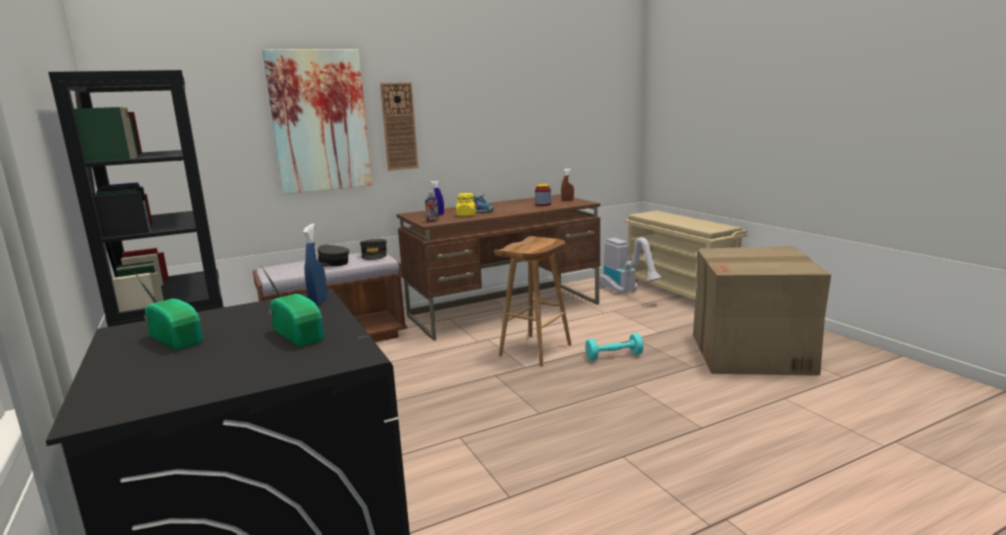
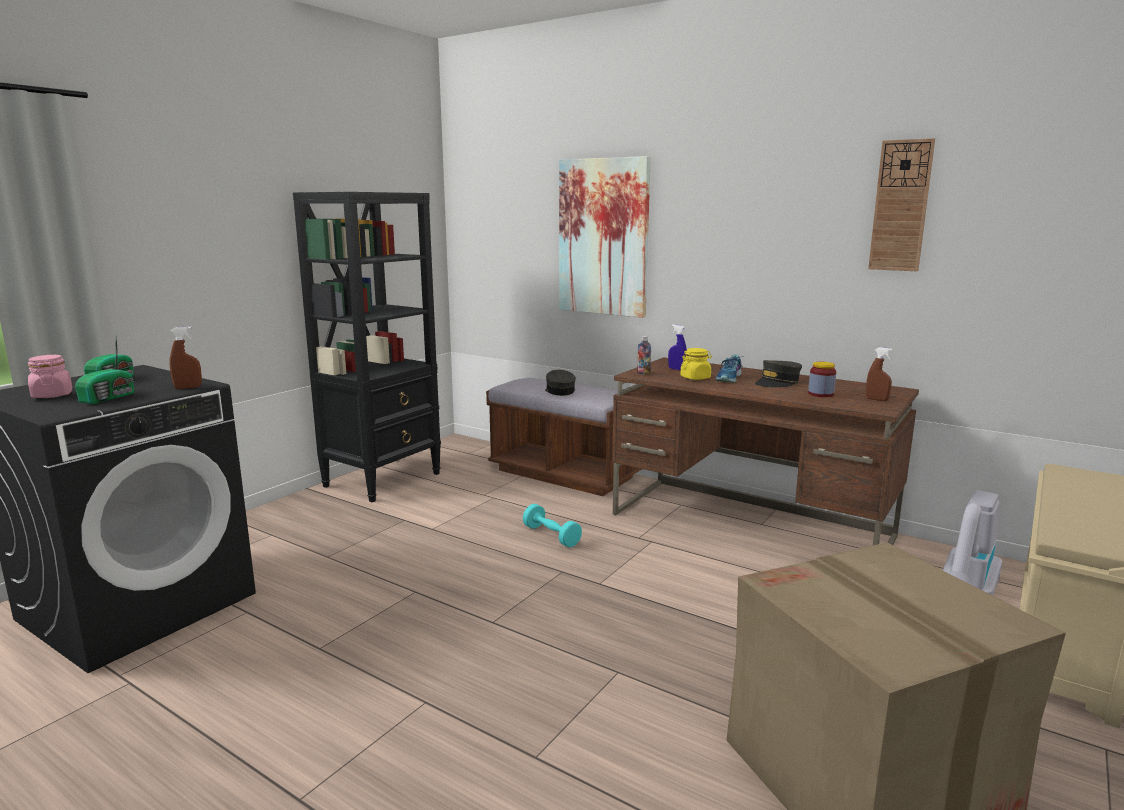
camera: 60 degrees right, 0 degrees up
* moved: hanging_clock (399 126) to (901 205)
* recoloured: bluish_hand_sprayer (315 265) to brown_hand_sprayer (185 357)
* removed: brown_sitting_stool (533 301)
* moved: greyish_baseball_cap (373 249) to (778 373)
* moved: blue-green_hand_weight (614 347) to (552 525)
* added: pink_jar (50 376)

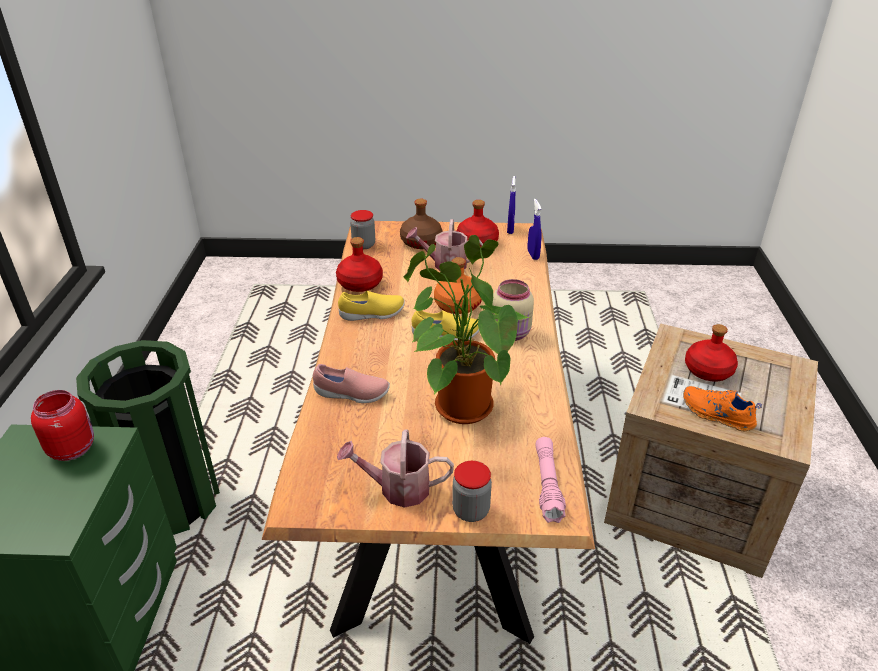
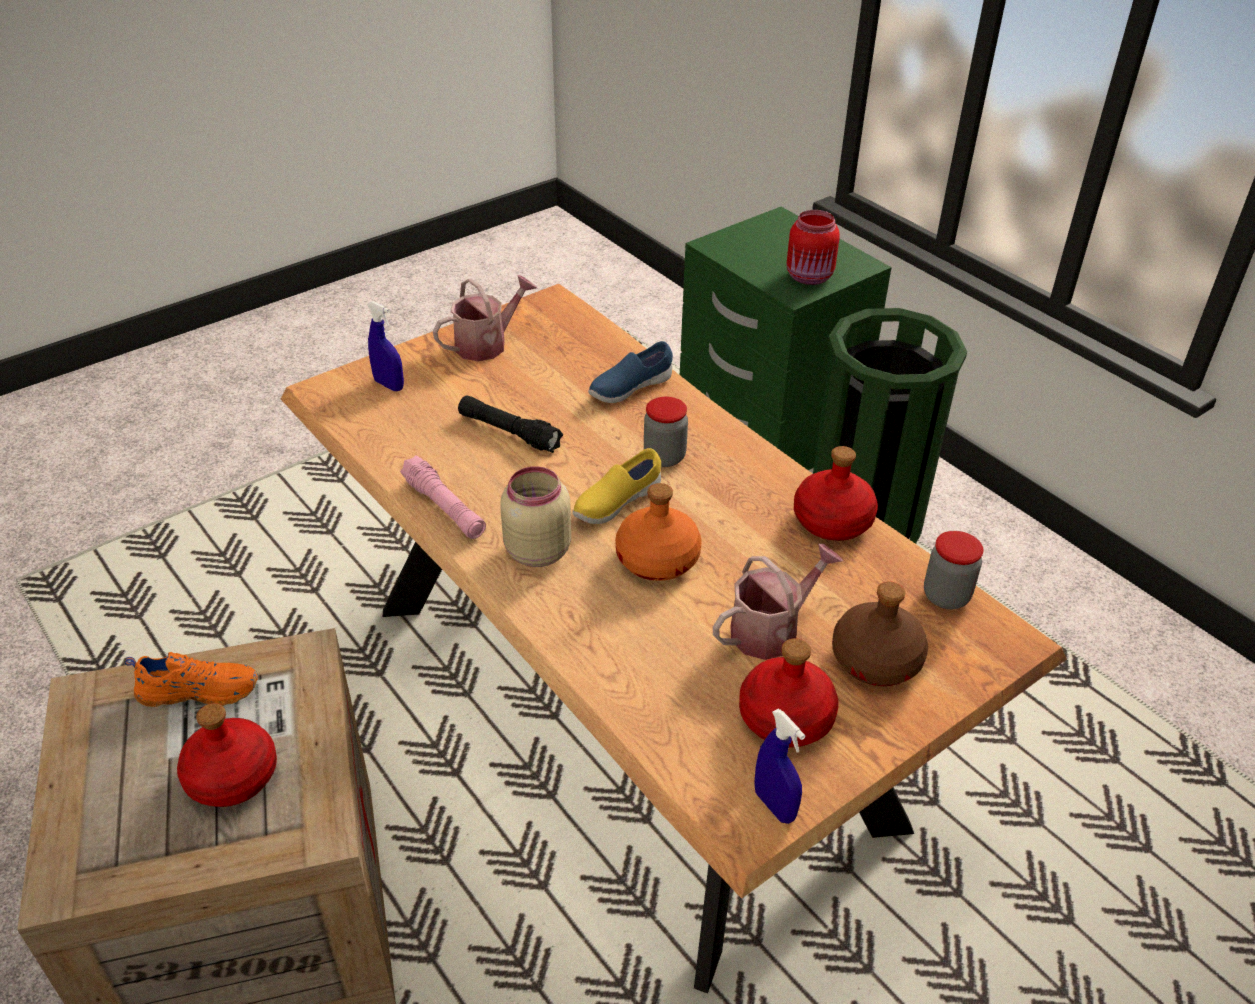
camera: 140 degrees right, 5 degrees up
* moved: bluish_hand_sprayer (535 229) to (385 346)
* replaced: potted_plant (466 329) to black-coloured_hand_torch (510 424)
* removed: yellow_low_shoe (371 306)
* recoloured: pink_low_shoe (351 383) to bluish_low_shoe (630 372)
* moved: pink_hand_torch (550 480) to (443 497)
* moved: jar (472 491) to (666 432)

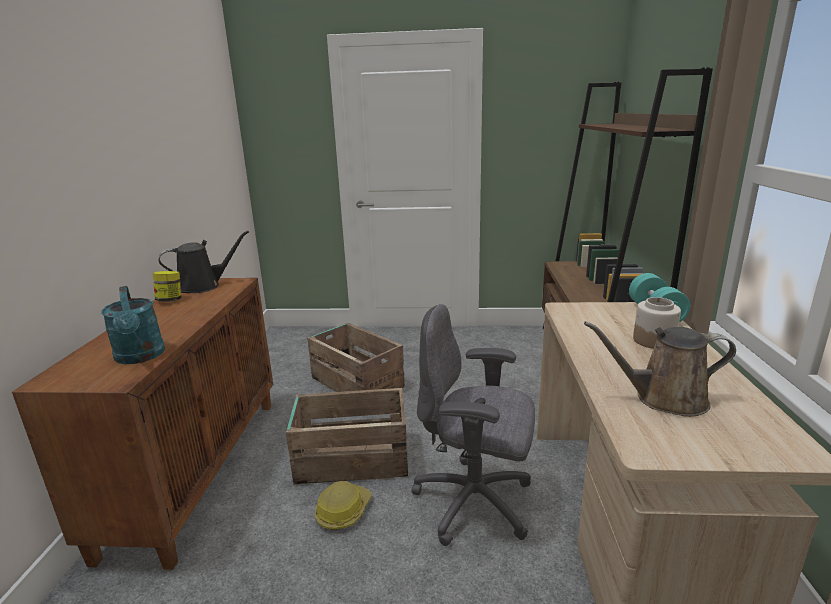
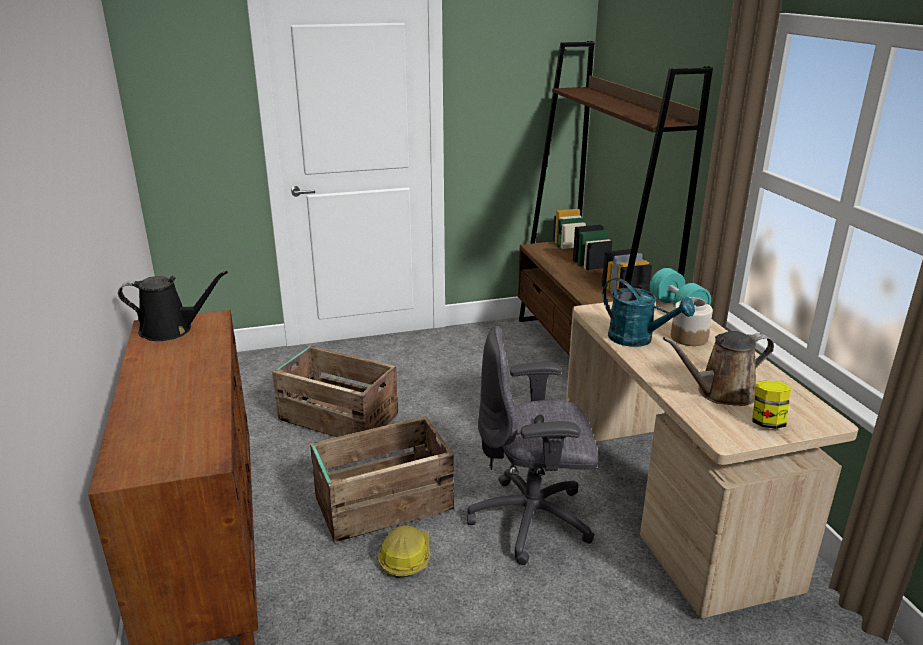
camera: 20 degrees left, 5 degrees up
* turned: black-coloured_sprinkling_can (204 262) = (173 306) 45 degrees clockwise
* moved: jar (167 286) to (771 404)
* moved: blue-green_sprinkling_can (133 325) to (649 312)

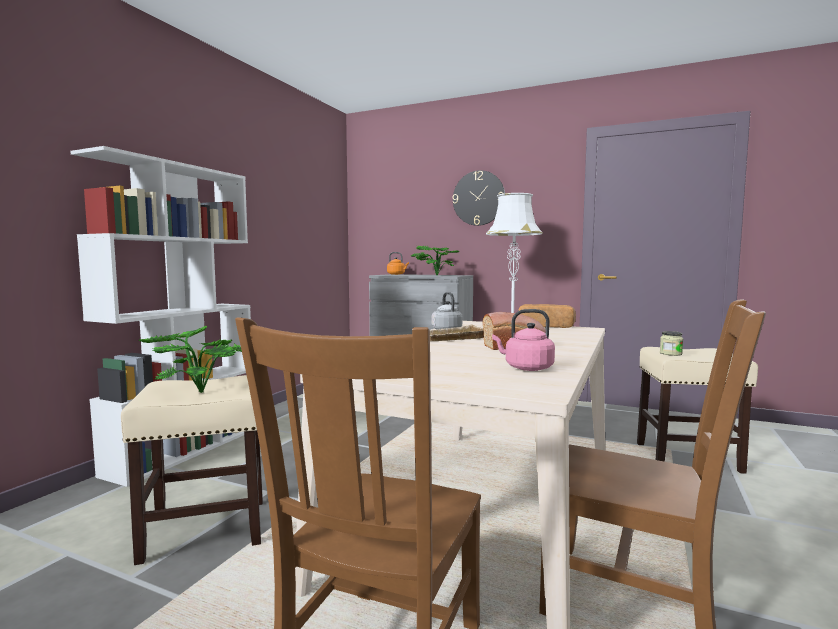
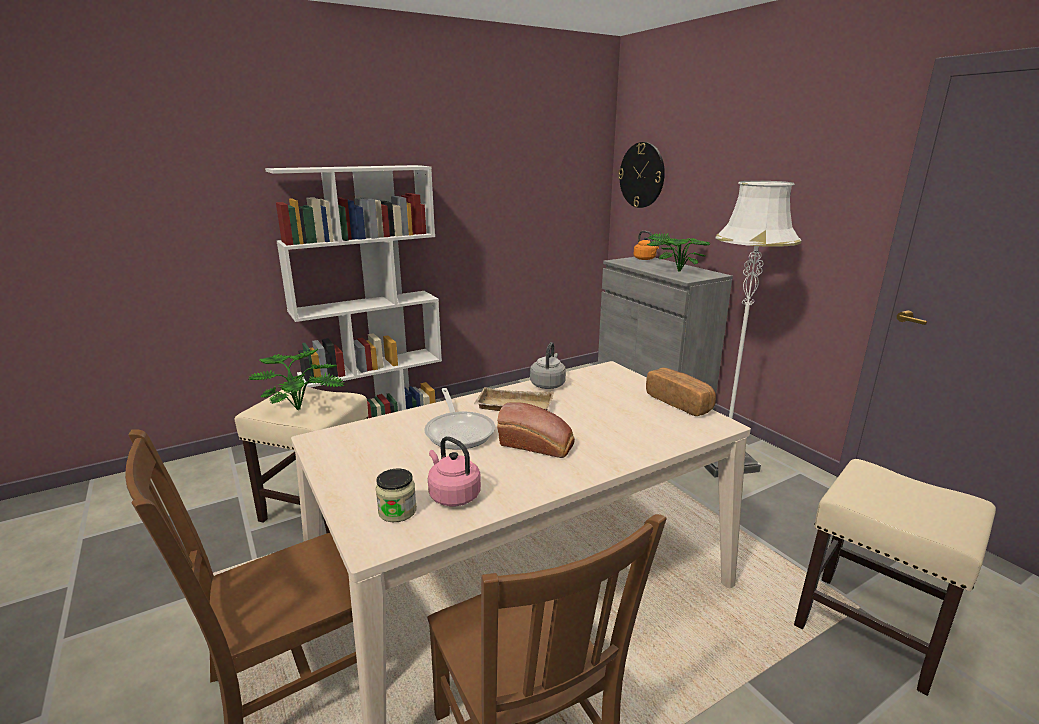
camera: 35 degrees right, 15 degrees up
* moved: hanging_clock (479 198) to (641 175)
* moved: jar (671 343) to (396 495)
* added: pan (459 419)

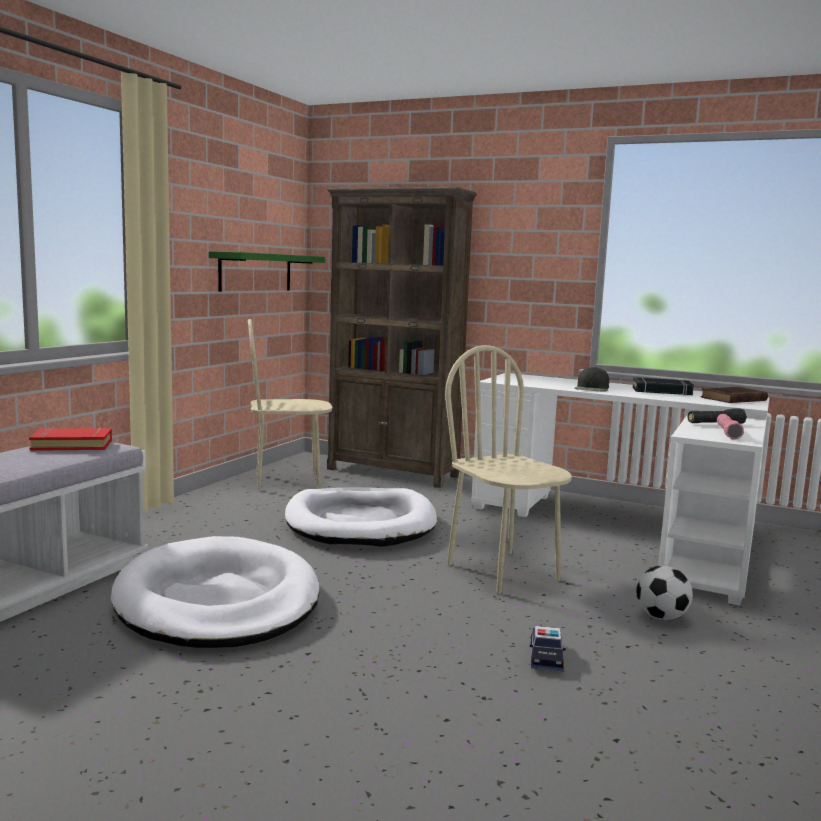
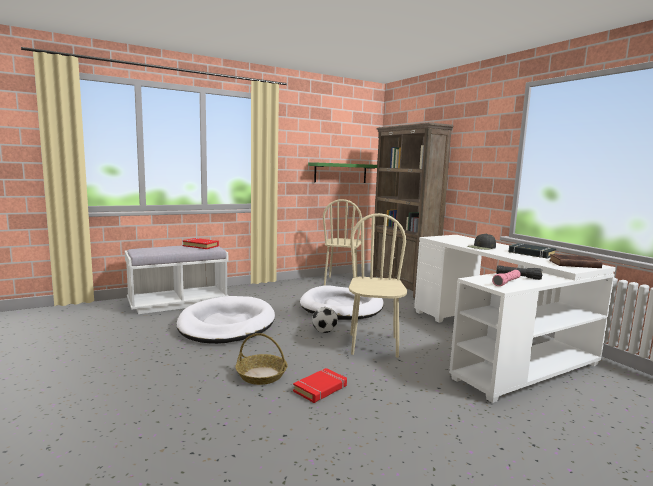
camera: 35 degrees right, 0 degrees up
* turned: beige-coloured_plain_chair (290 405) = (342 242) 105 degrees counterclockwise
* moved: football (665 593) to (325 320)
* replaced: toy_car (548 649) to red_volume (320 385)
* added: storage_basket (261 359)

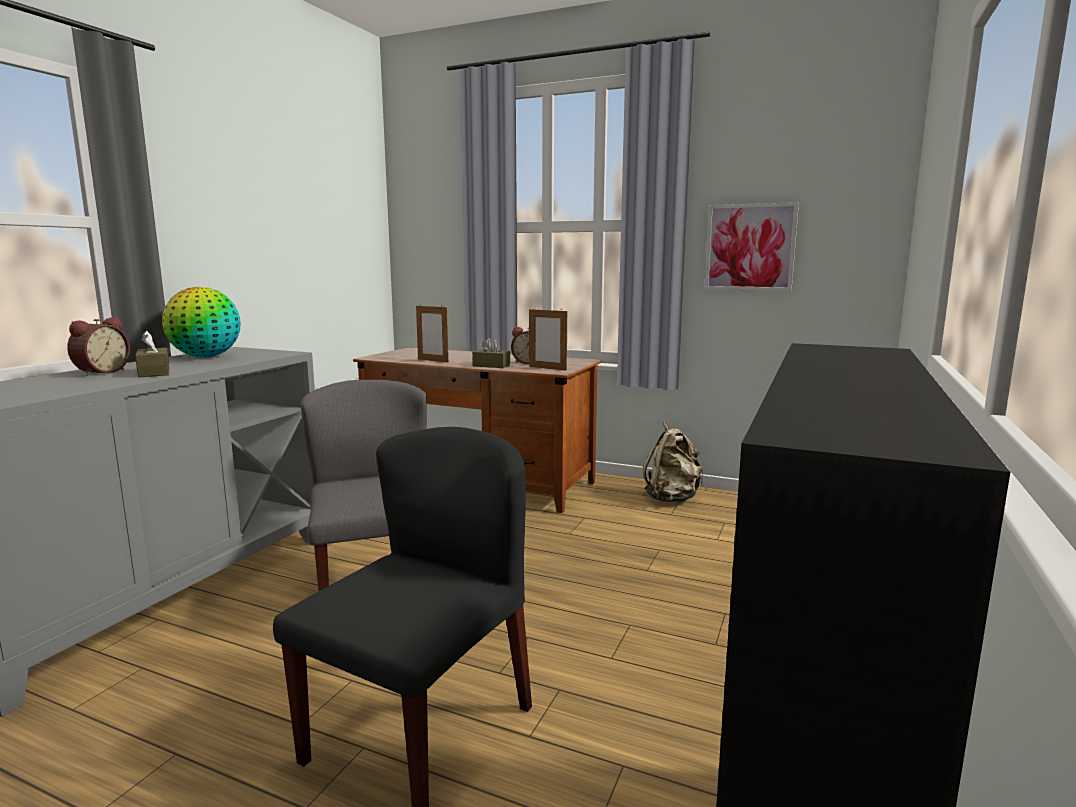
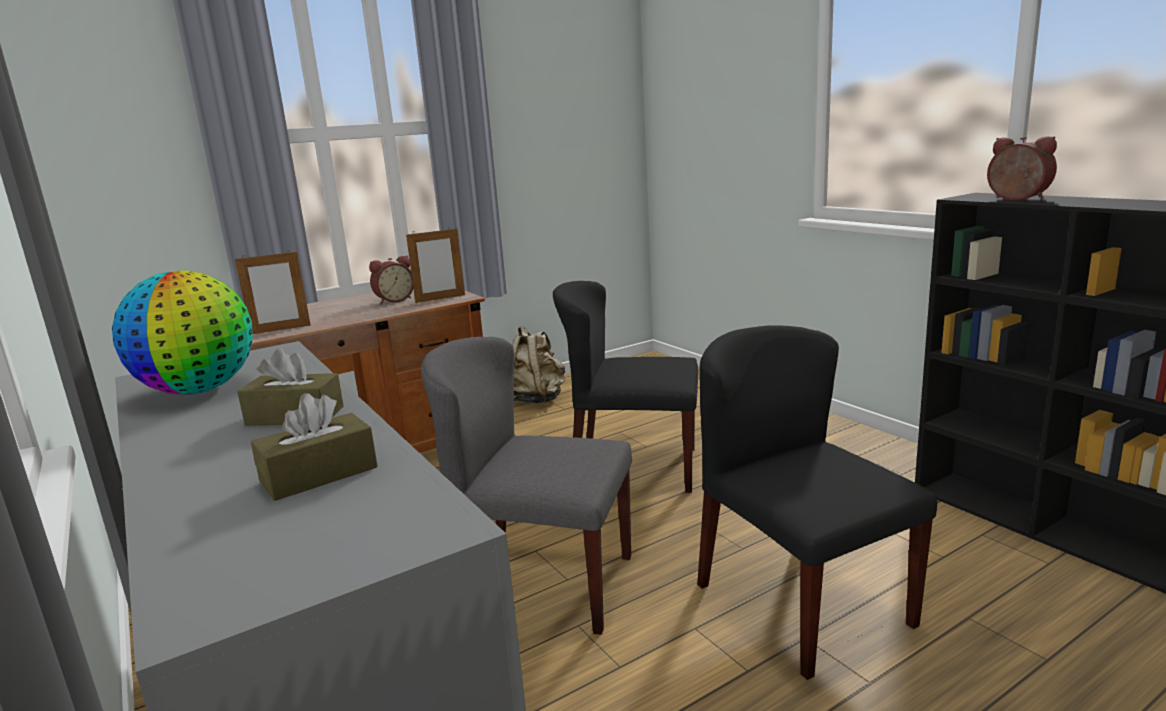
camera: 55 degrees left, 5 degrees up
* removed: wall_picture (751 246)
* moved: bedside_clock (98 346) to (1022 168)
* moved: brown_tissue_holder (491 352) to (314 447)
* added: black-coloured_plain_chair (626 387)

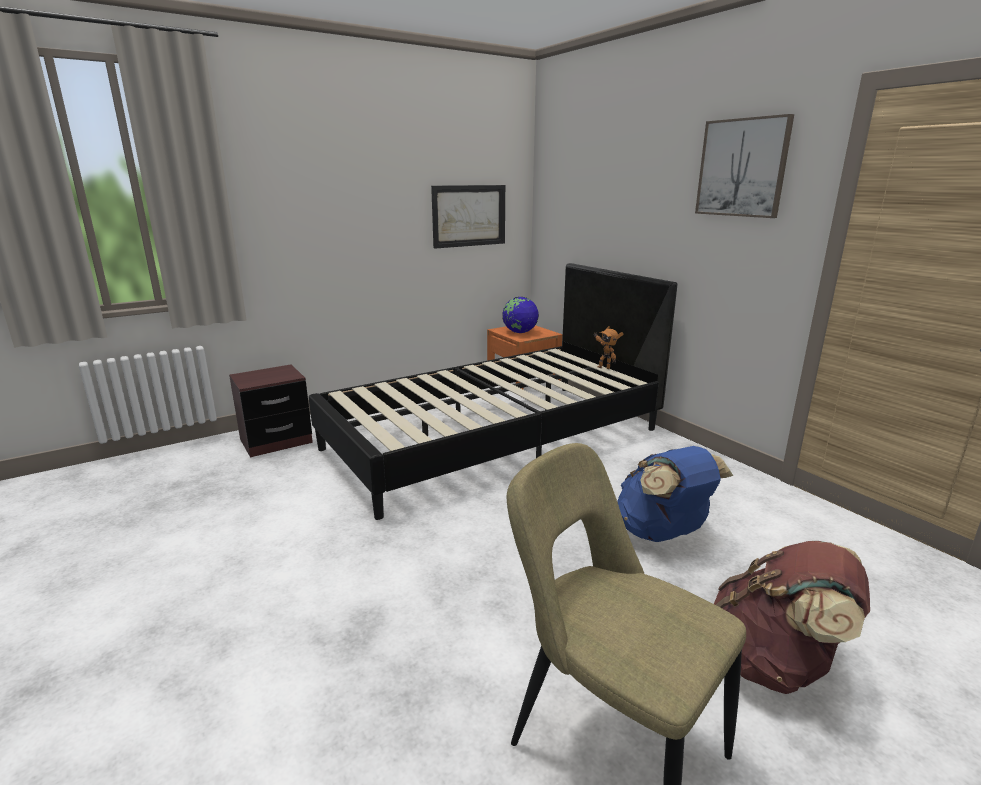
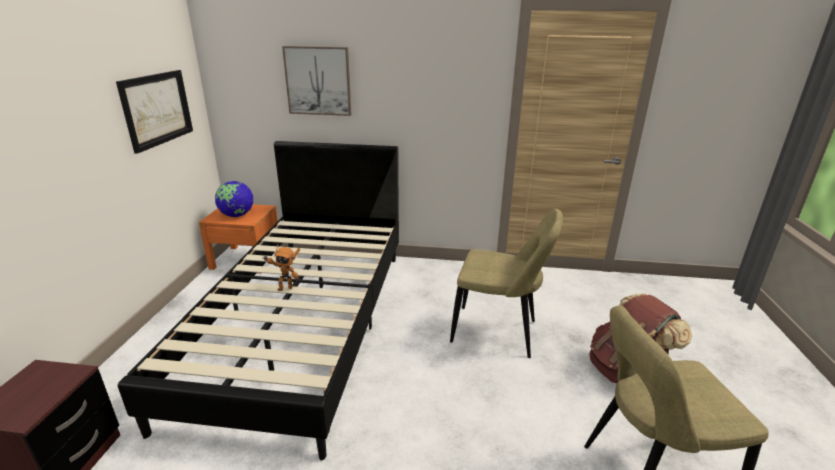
camera: 50 degrees left, 5 degrees up
* moved: wall_picture (744 166) to (317 81)
* moved: toy_robot (608 347) to (281 267)
* replaced: bluish_knapsack (675 494) to beige-coloured_plain_chair (506 283)

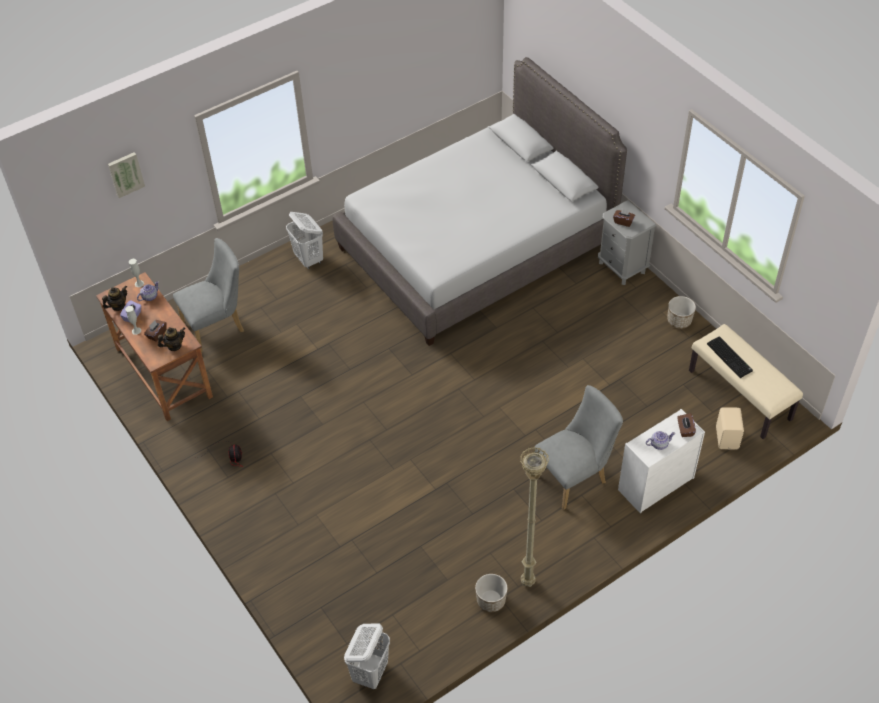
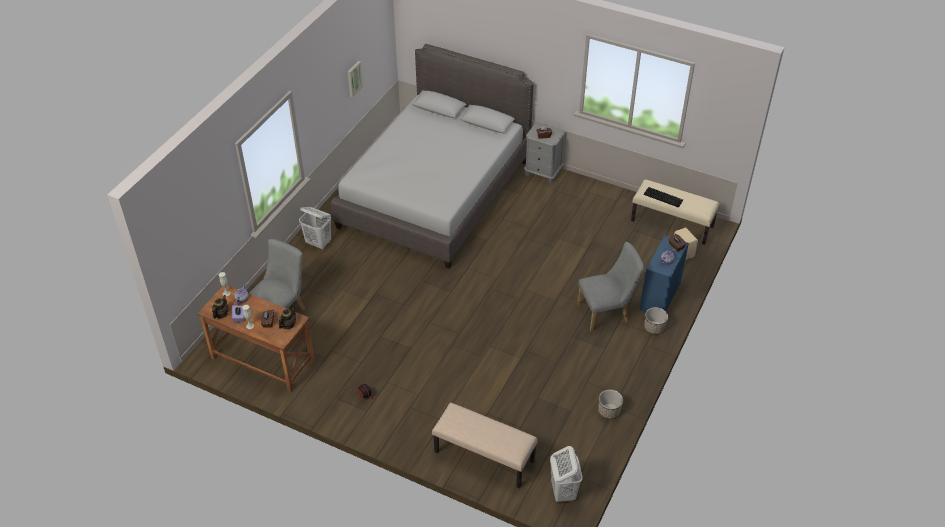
camera: 30 degrees left, 5 degrees down
* moved: wall_picture (126 175) to (355 79)
* moved: plant_pot (681 312) to (656 320)
* turned: greyish_plain_chair (578 447) = (610 287) 45 degrees clockwise
* recoloured: white_drawer_chest (661 461) to bluish_drawer_chest (664 273)
* removed: beige-coloured_standard_lamp (534 517)
* added: beige-coloured_long_seat (485 445)

